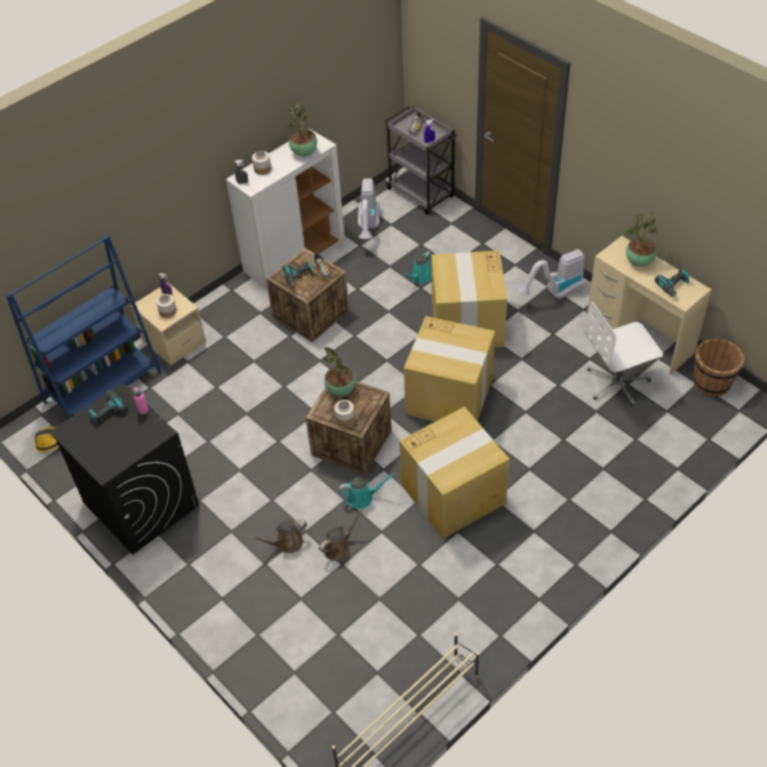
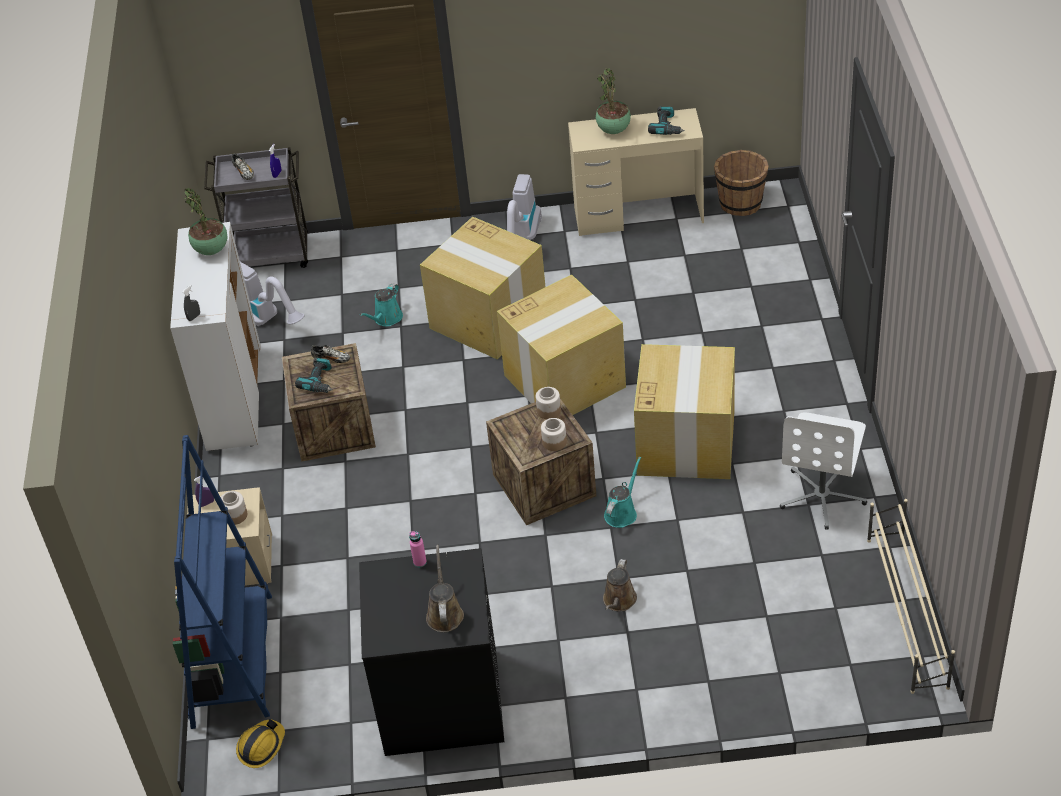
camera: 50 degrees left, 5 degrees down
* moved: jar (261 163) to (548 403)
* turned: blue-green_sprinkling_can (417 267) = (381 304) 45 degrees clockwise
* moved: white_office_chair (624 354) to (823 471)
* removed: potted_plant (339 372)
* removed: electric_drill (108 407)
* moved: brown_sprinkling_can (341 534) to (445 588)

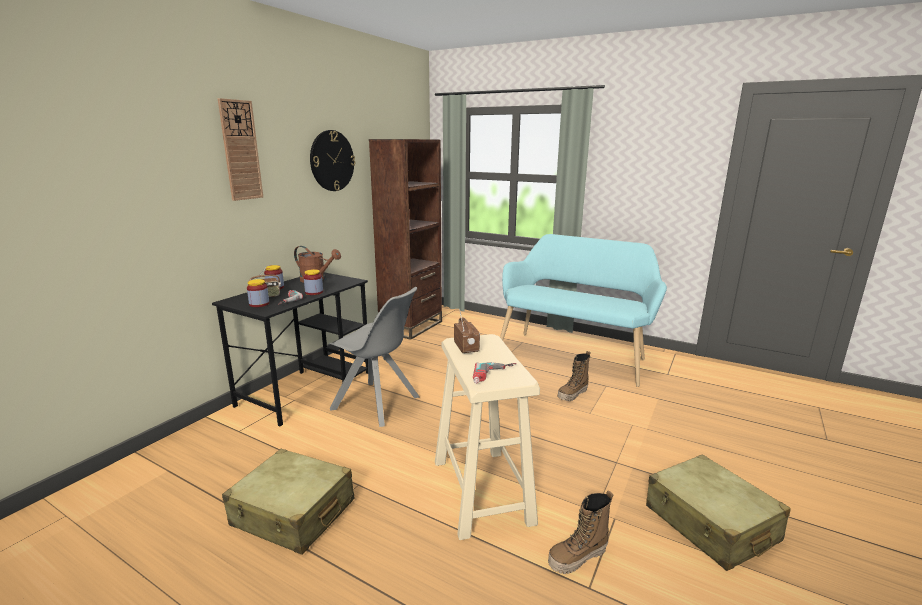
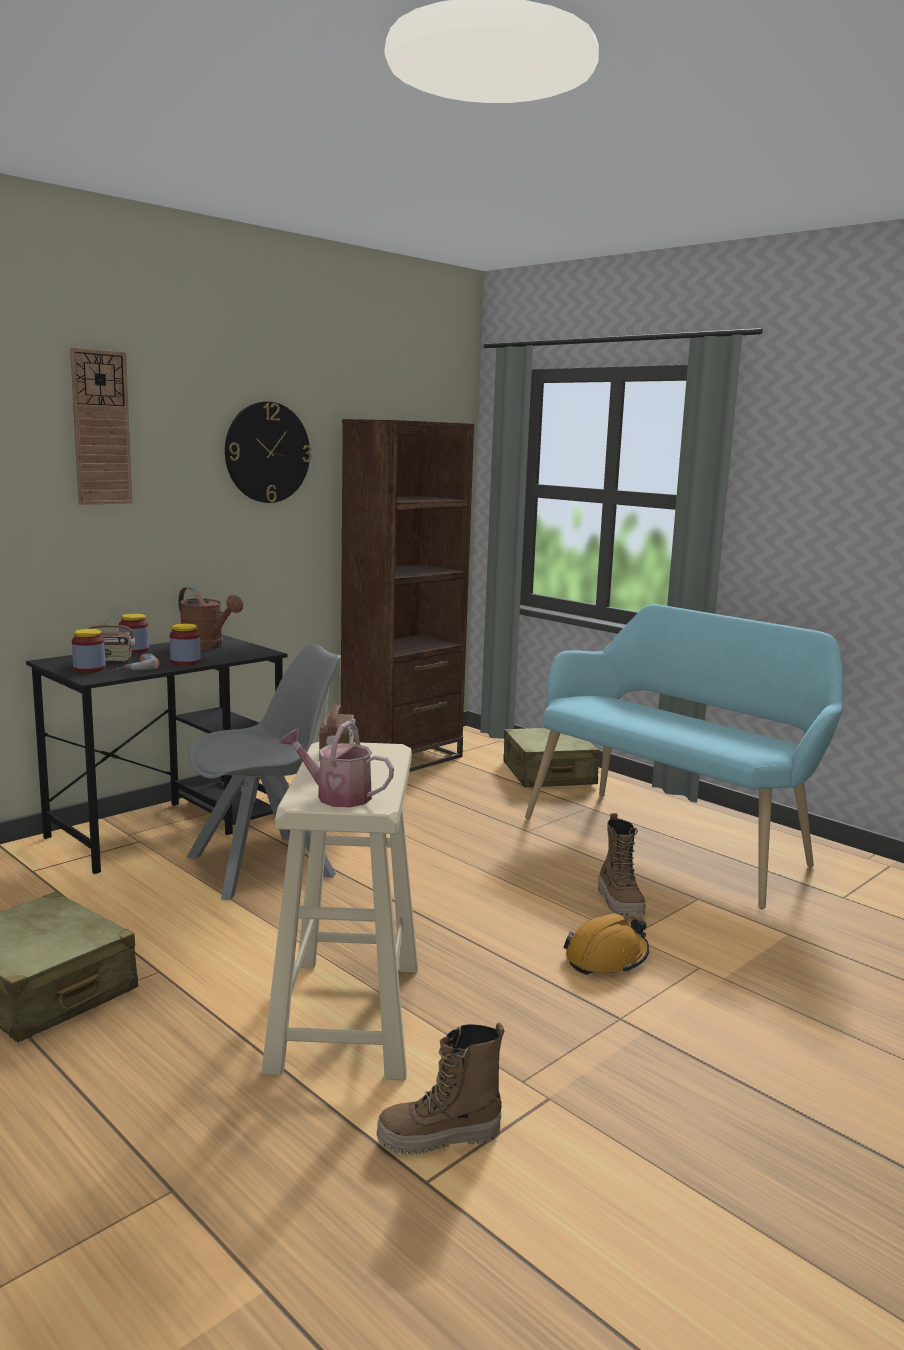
camera: 15 degrees right, 5 degrees down
* turned: greyish_plain_chair (374 357) = (263 772) 75 degrees counterclockwise
* turned: tall_boot (574 376) = (622 864) 75 degrees counterclockwise
* replaced: electric_drill (495 373) to sprinkling_can (336 764)
* moved: beige-coloured_travel_case (718 512) to (551 757)
* added: orange-coloured_hard_hat (606 944)

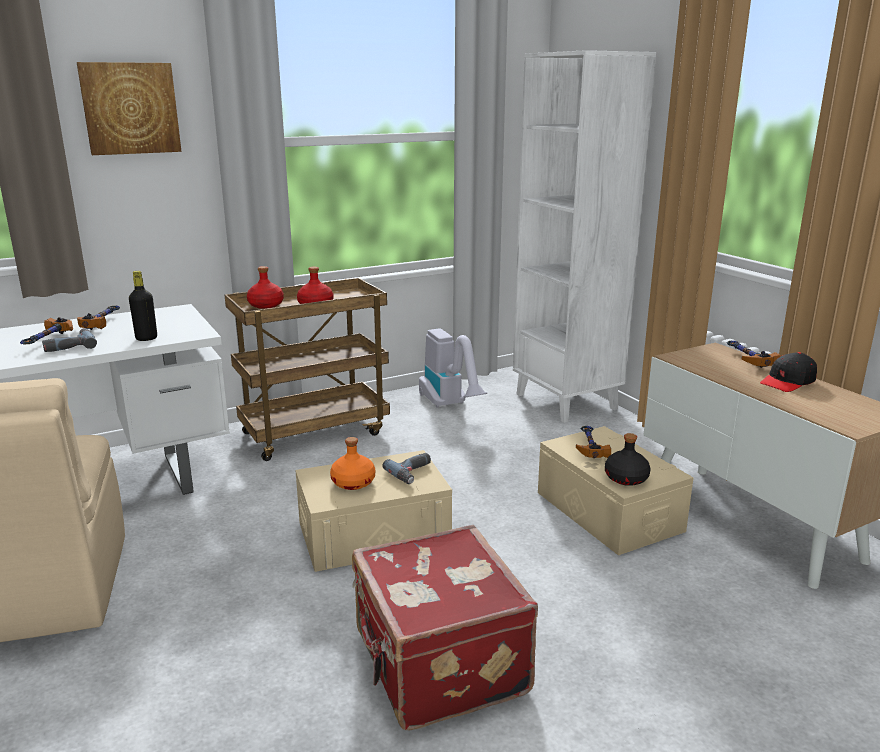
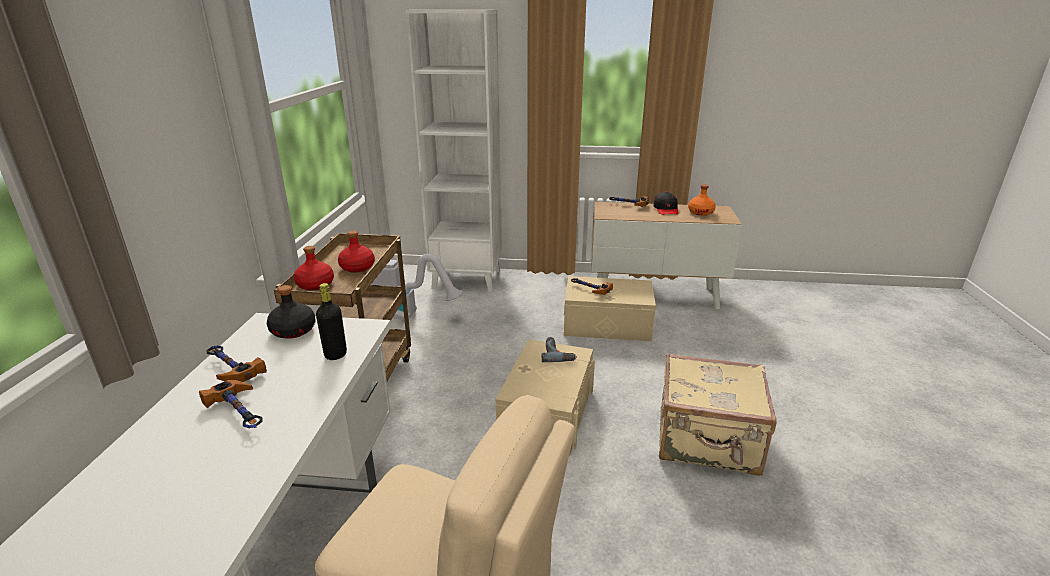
camera: 55 degrees left, 5 degrees up
* removed: wall_picture (129 108)
* removed: electric_drill (69 340)
* moved: black-coloured_beverage_bottle (628 459) to (291 312)
* moved: orange-coloured_beverage_bottle (352 463) to (702 200)
* recoloured: red_travel_case (445 627) to beige-coloured_travel_case (718 414)

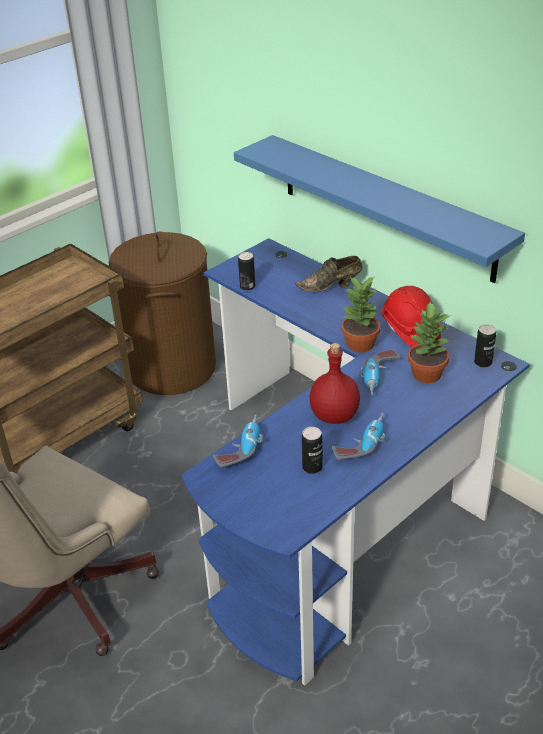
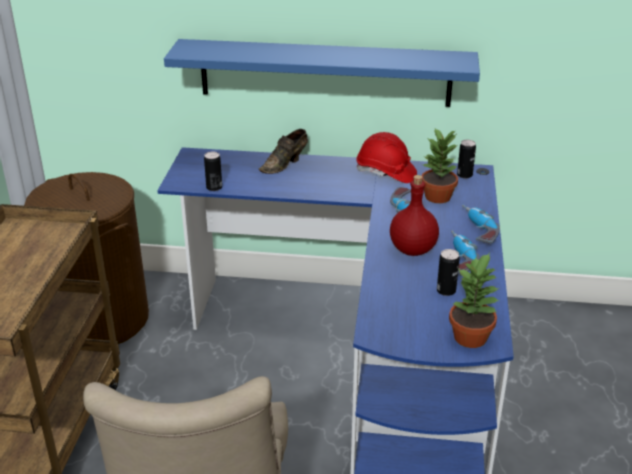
camera: 40 degrees left, 5 degrees down
* moved: potted_plant (361 314) to (474 300)
* moved: electric_drill (238 441) to (481 224)

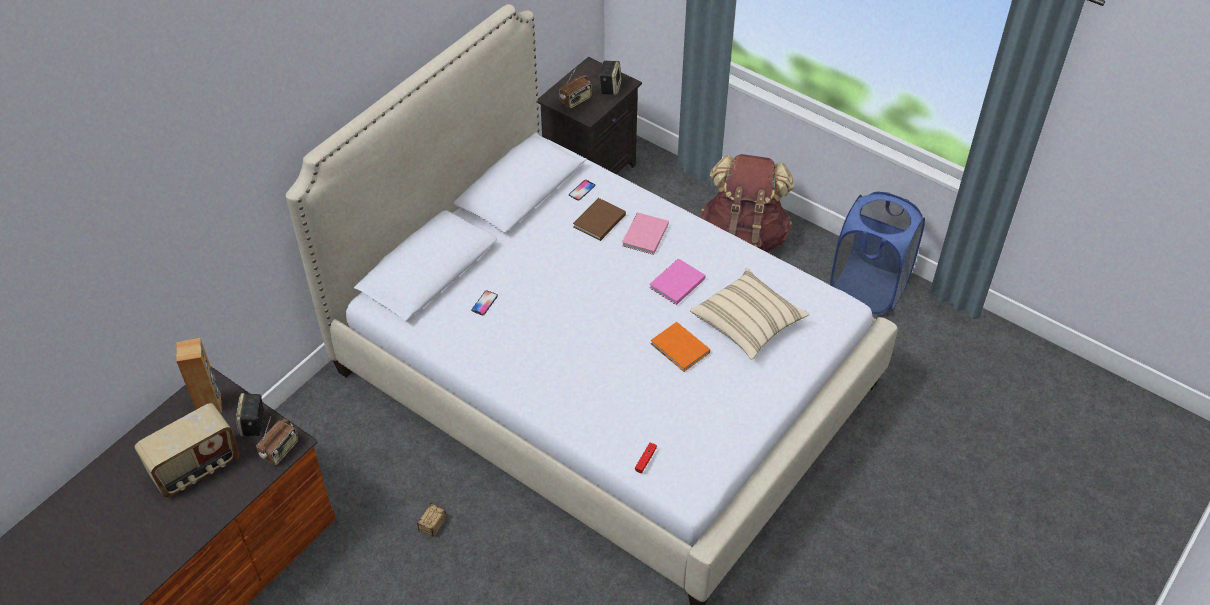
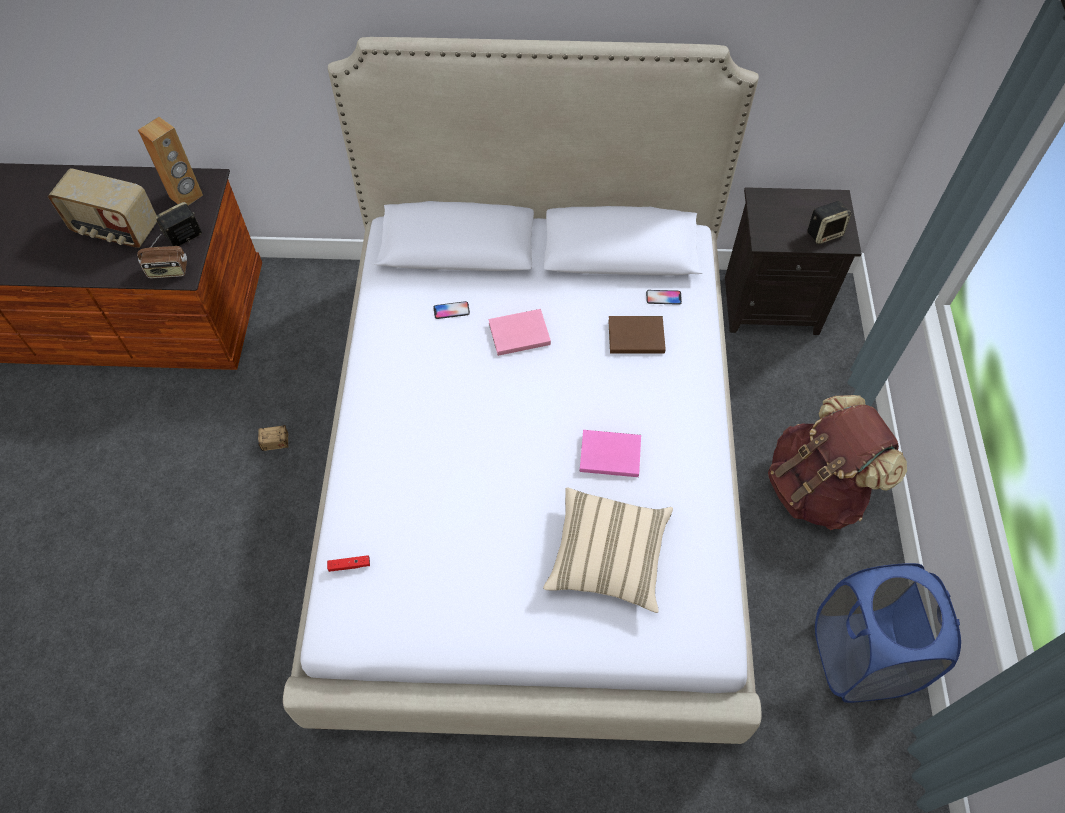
camera: 55 degrees right, 10 degrees up
* removed: radio_receiver (576 88)
* moved: pink_volume (645 233) to (519 332)
* removed: orange-coloured_volume (680 347)

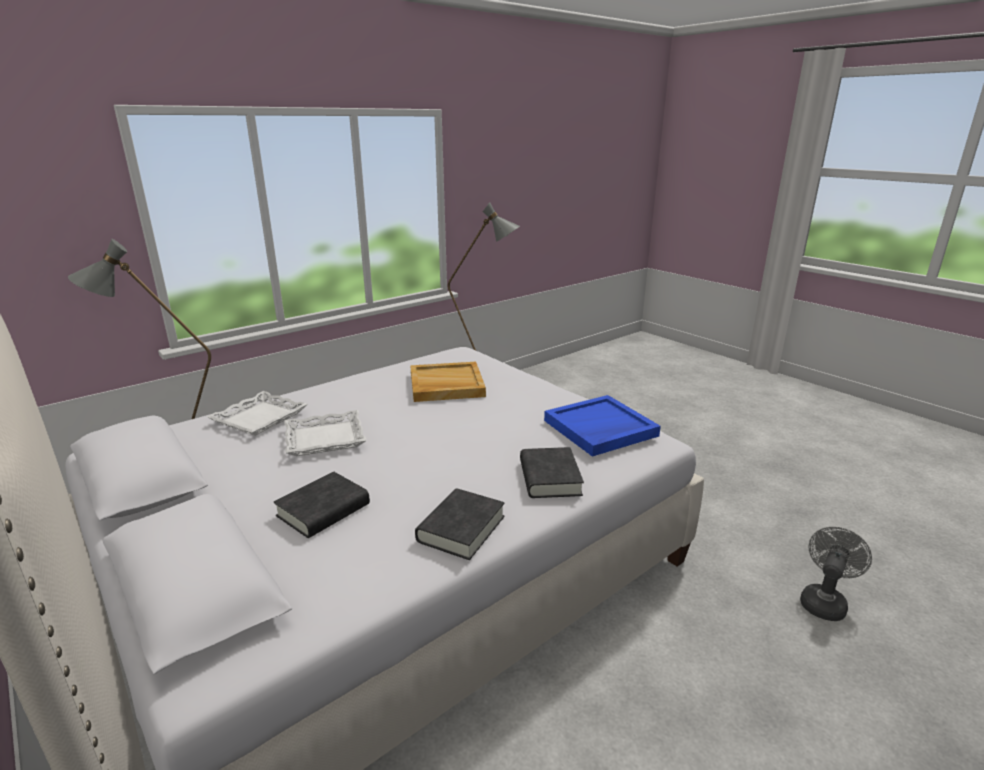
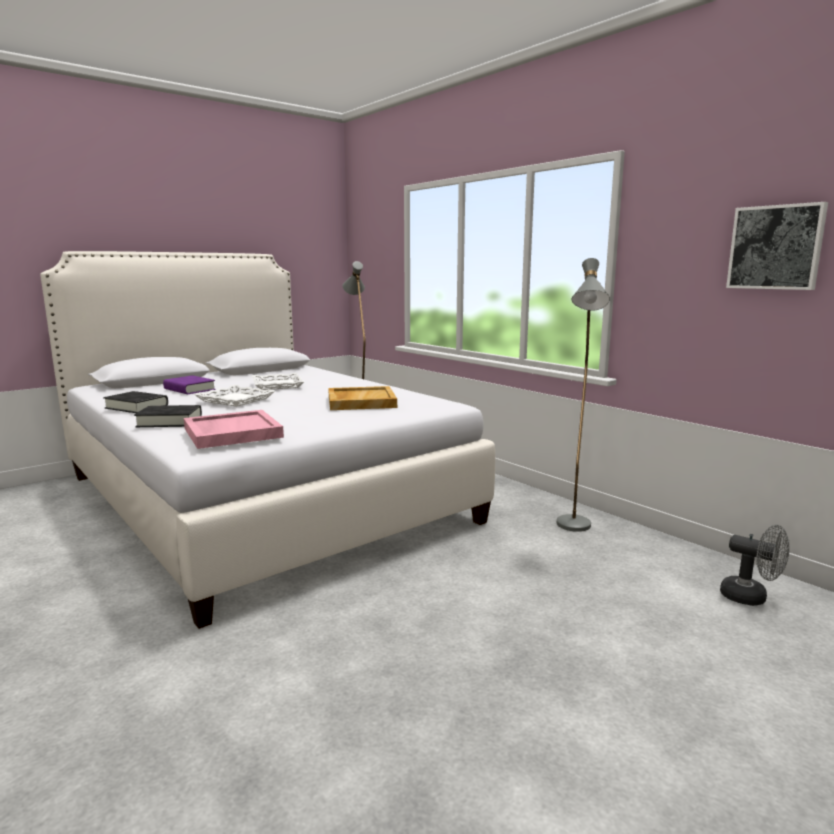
camera: 90 degrees right, 10 degrees down
* moved: white_tray (257 413) to (234 396)
* recoloured: bluish_tray (602 426) to pink_tray (234 429)
* recoloured: black-coloured_volume (322 505) to purple_volume (189 384)
* moved: greyish_cooling_fan (836 574) to (755 565)
* added: wall_picture (777 246)

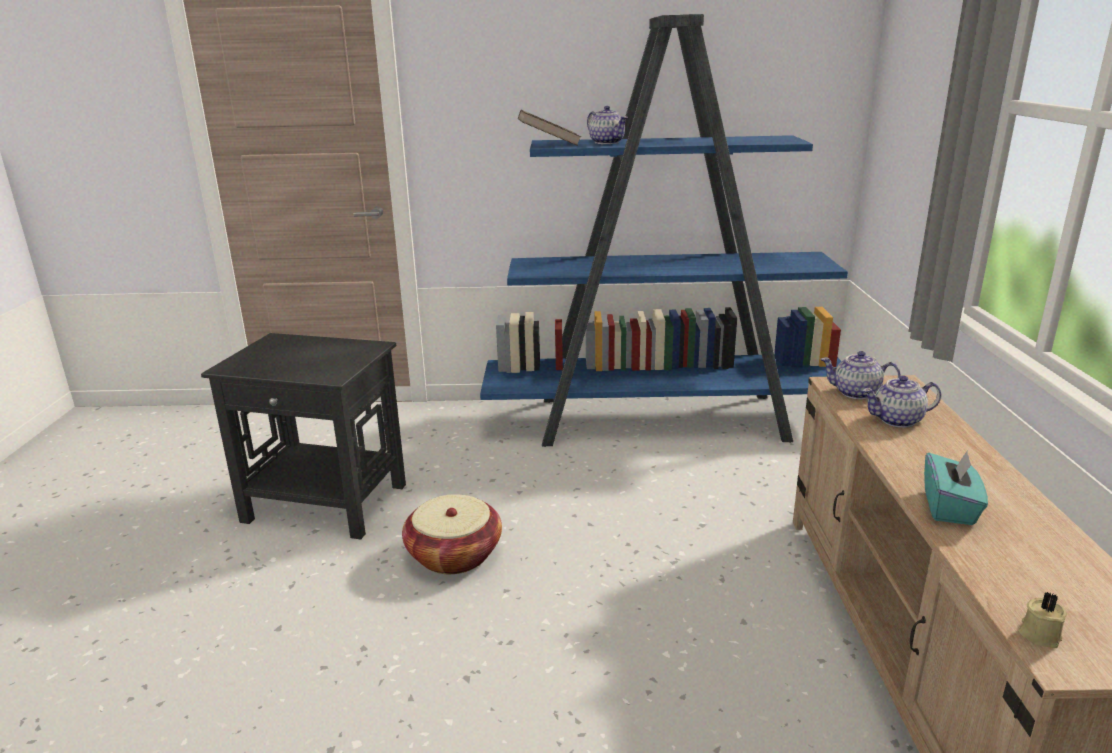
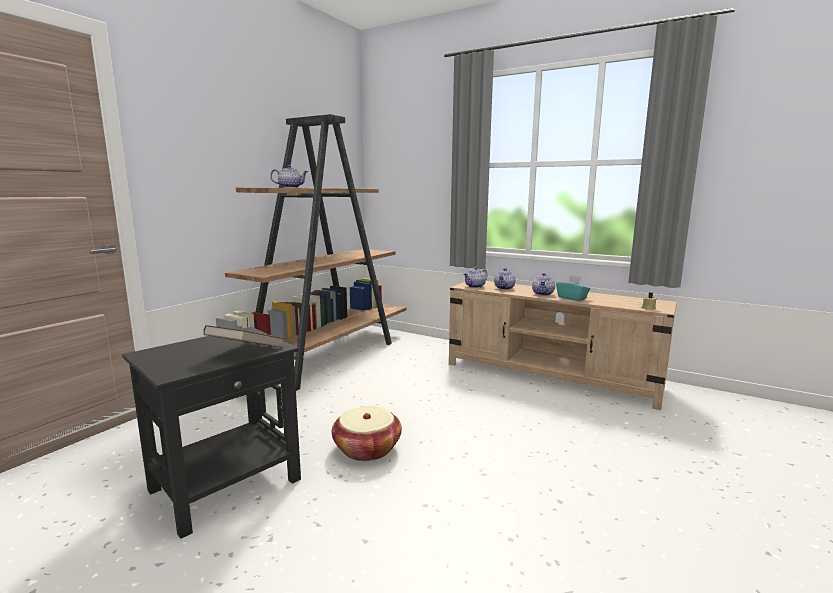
camera: 60 degrees left, 10 degrees down
* recoloured: bluish_bookshelf (664 230) to brown_bookshelf (311 252)
* moved: brown_volume (549 128) to (243 336)
* added: tea_pot (543 284)

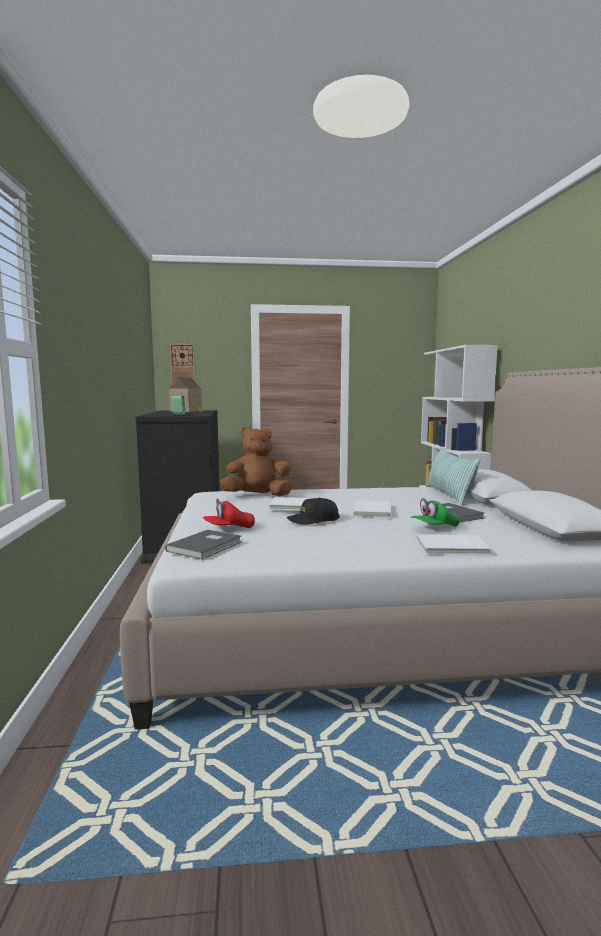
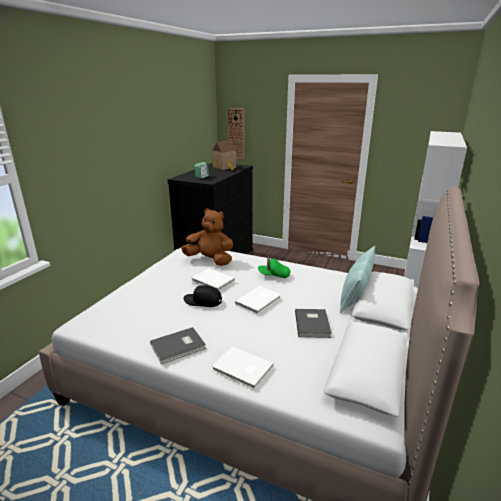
camera: 30 degrees right, 15 degrees up
* moved: greenish_baseball_cap (435 512) to (274 267)
* removed: red_baseball_cap (229 513)
* moved: greyish_volume (203 544) to (178 345)

